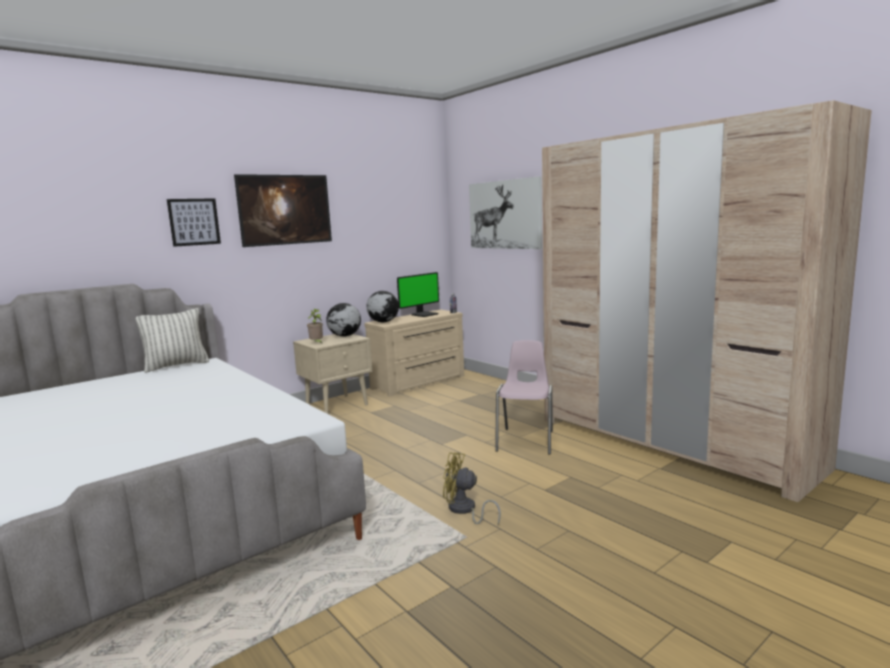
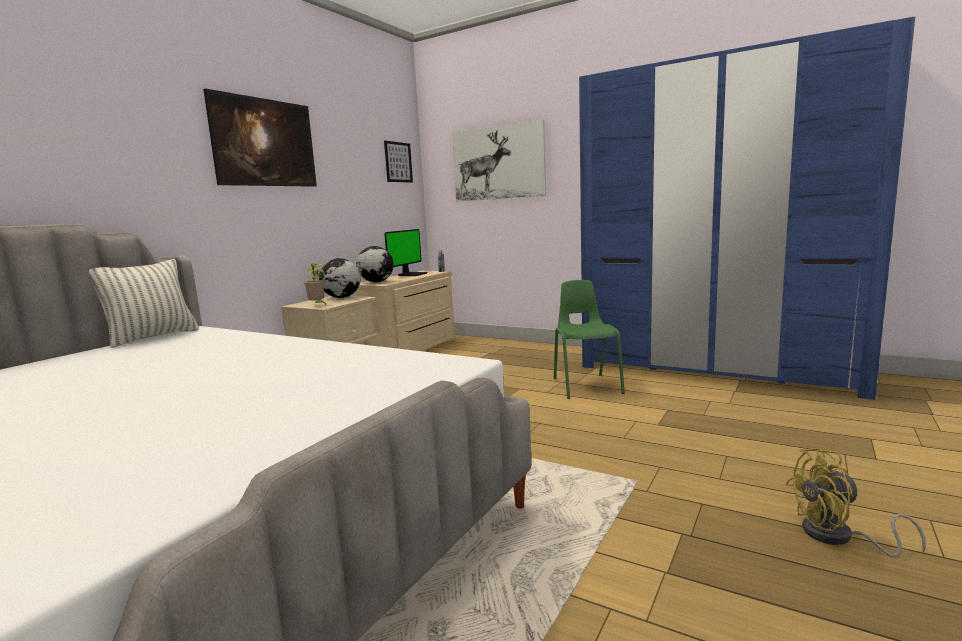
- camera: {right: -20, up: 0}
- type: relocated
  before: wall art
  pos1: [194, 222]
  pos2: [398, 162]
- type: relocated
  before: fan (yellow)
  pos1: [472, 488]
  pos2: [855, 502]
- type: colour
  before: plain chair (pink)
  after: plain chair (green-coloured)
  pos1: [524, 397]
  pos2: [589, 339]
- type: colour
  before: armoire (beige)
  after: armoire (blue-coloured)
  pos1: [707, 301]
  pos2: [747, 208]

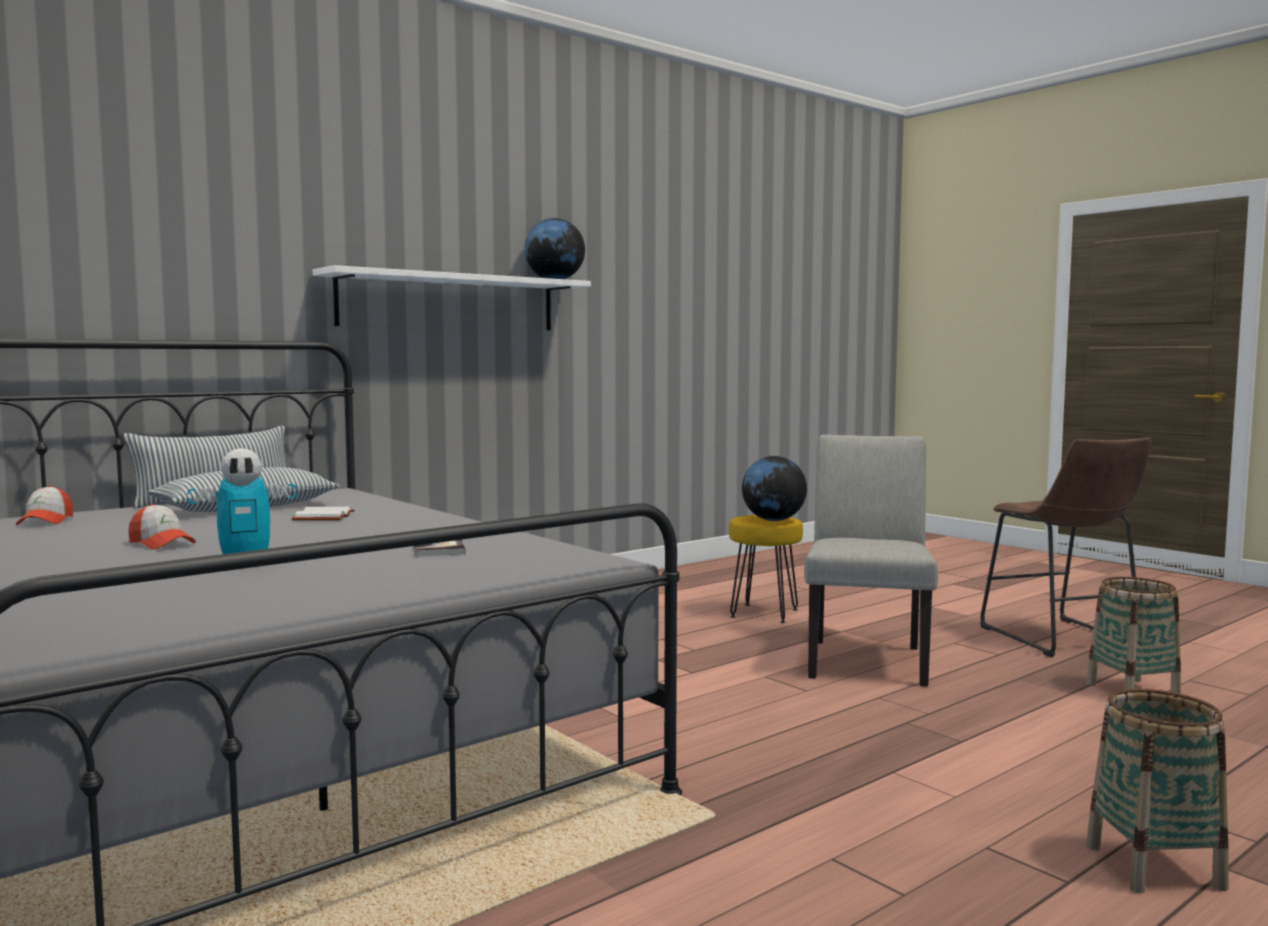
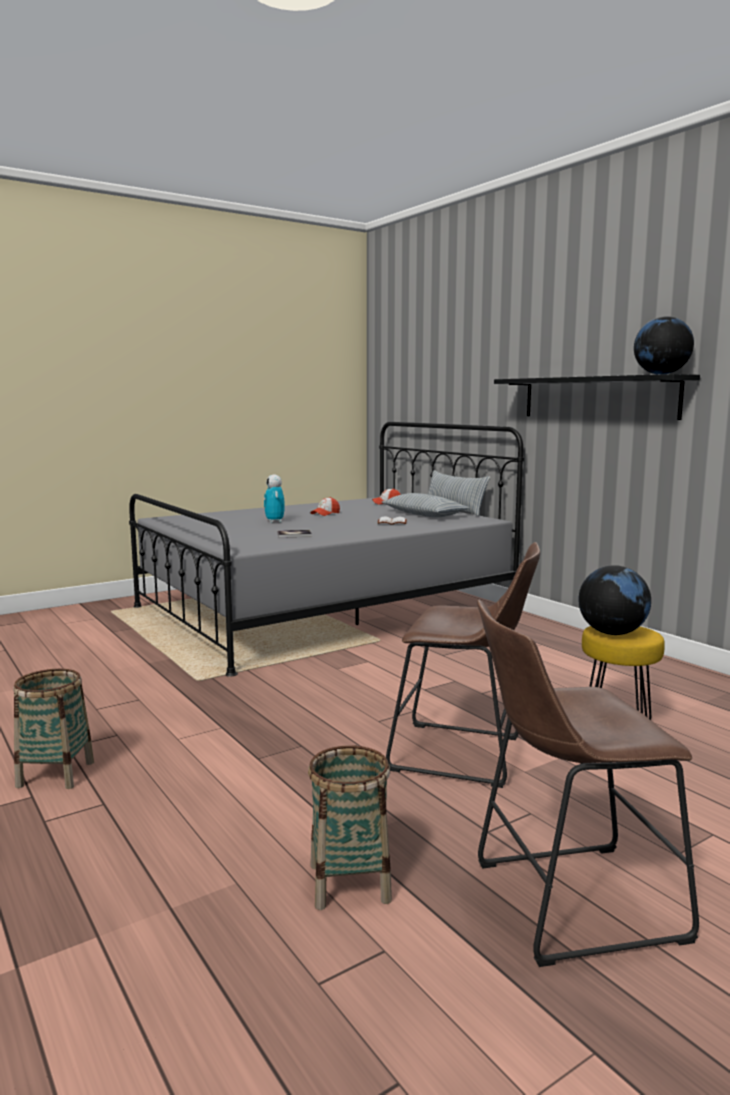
- camera: {right: 95, up: 5}
- type: exchanged
  before: plain chair (grey)
  after: sitting stool (brown-coloured)
  pos1: [871, 561]
  pos2: [463, 665]
- type: colour
  before: wall shelf (white-coloured)
  after: wall shelf (blackish)
  pos1: [452, 297]
  pos2: [597, 397]

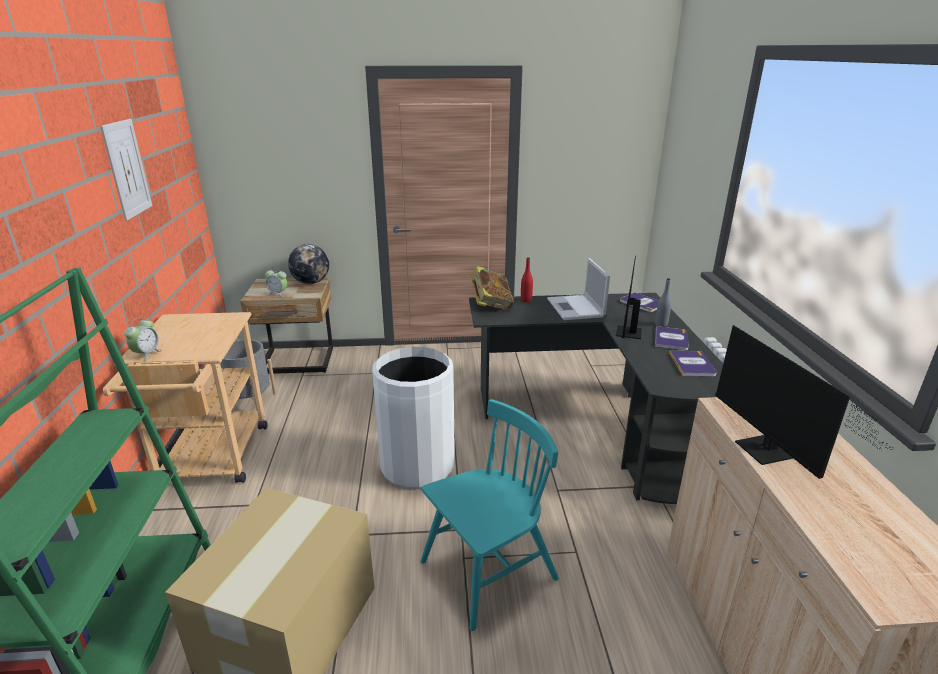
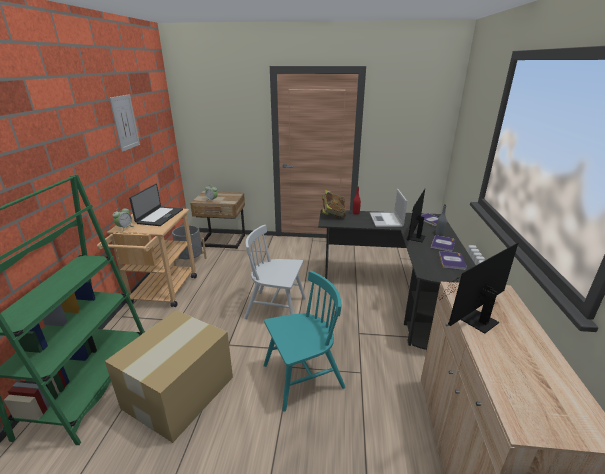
- camera: {right: 10, up: 0}
- type: missing
  before: globe
  pos1: [308, 264]
- type: appeared
  after: portable computer
  pos2: [156, 205]
- type: exchanged
  before: rubbish bin (white-coloured)
  after: plain chair (white-coloured)
  pos1: [413, 418]
  pos2: [275, 272]
- type: spun
  before: computer display
  pos1: [804, 402]
  pos2: [477, 288]
  turn: 60

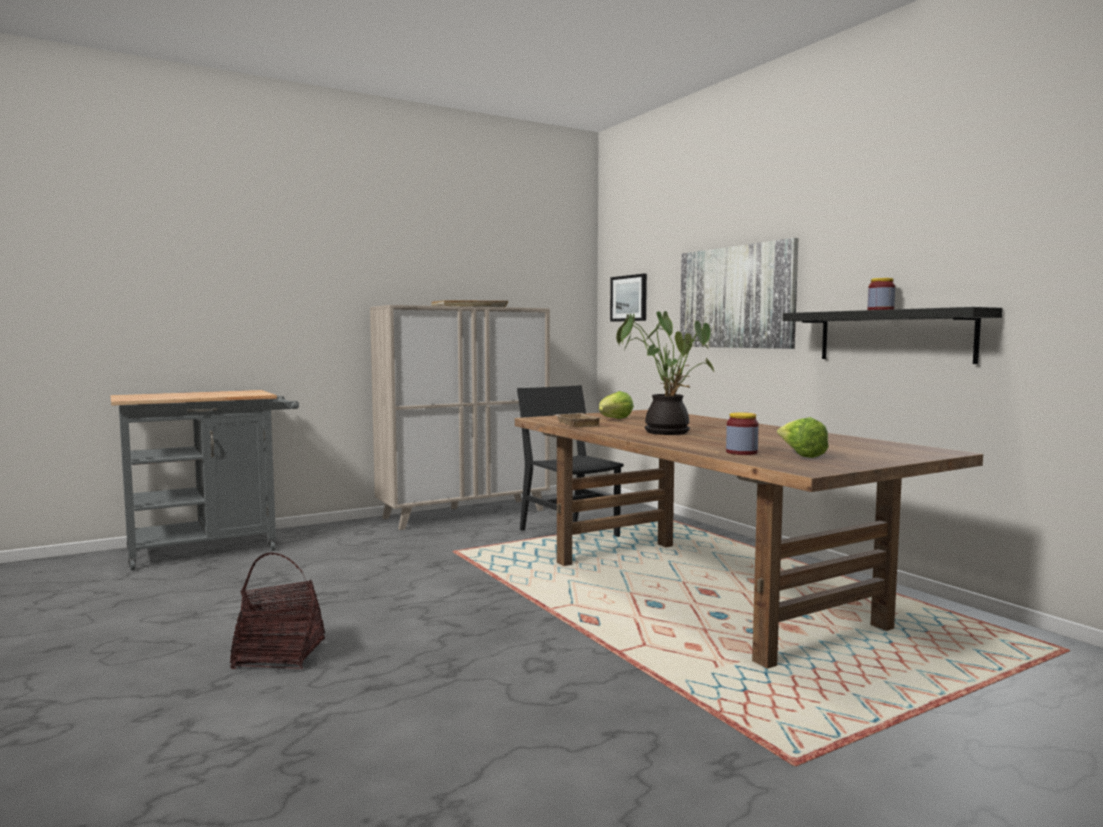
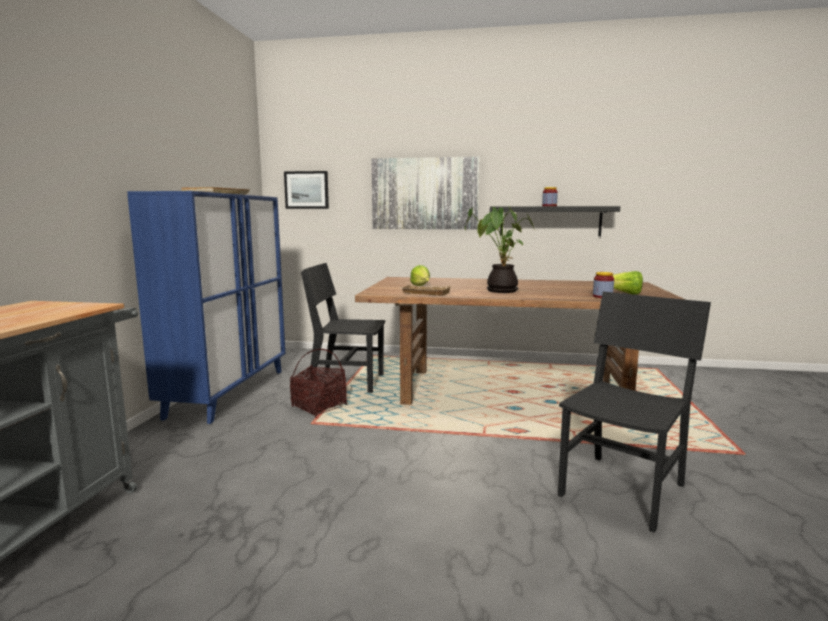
- camera: {right: -50, up: 5}
- type: appeared
  after: plain chair (blackish)
  pos2: [634, 412]
- type: relocated
  before: household basket
  pos1: [277, 611]
  pos2: [318, 383]
- type: colour
  before: cupboard (beige)
  after: cupboard (blue-coloured)
  pos1: [460, 417]
  pos2: [206, 307]

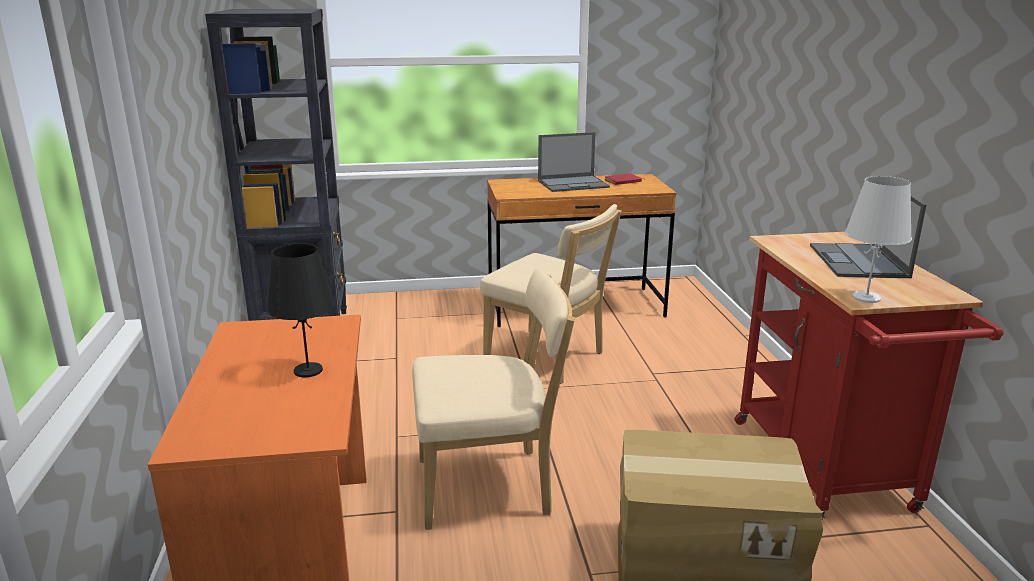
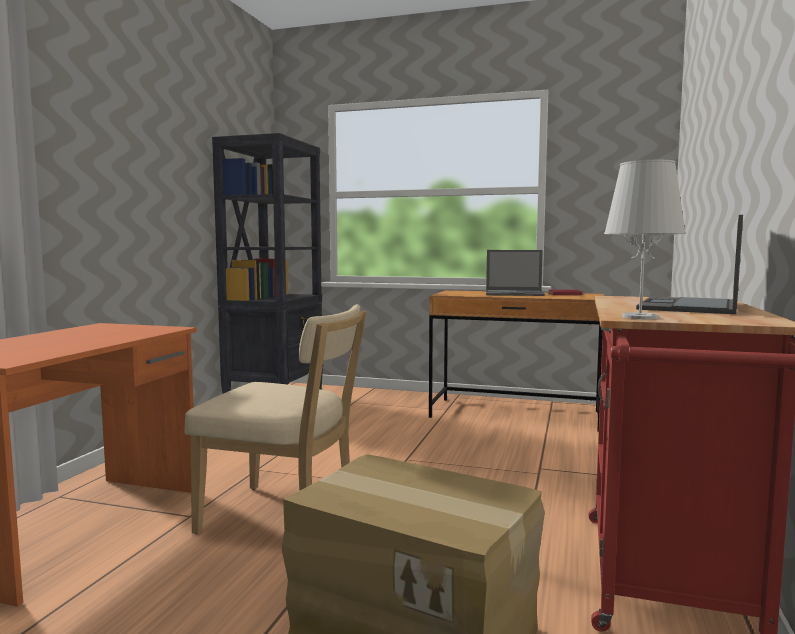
- camera: {right: 25, up: -15}
- type: missing
  before: lamp for a table (blackish)
  pos1: [301, 310]
- type: missing
  before: plain chair (beige)
  pos1: [551, 294]

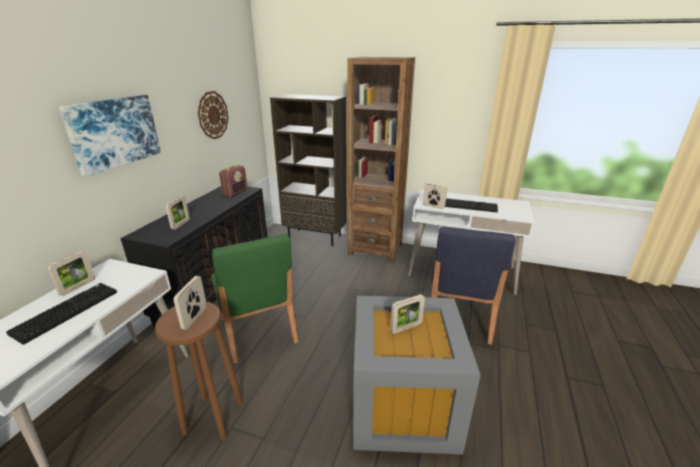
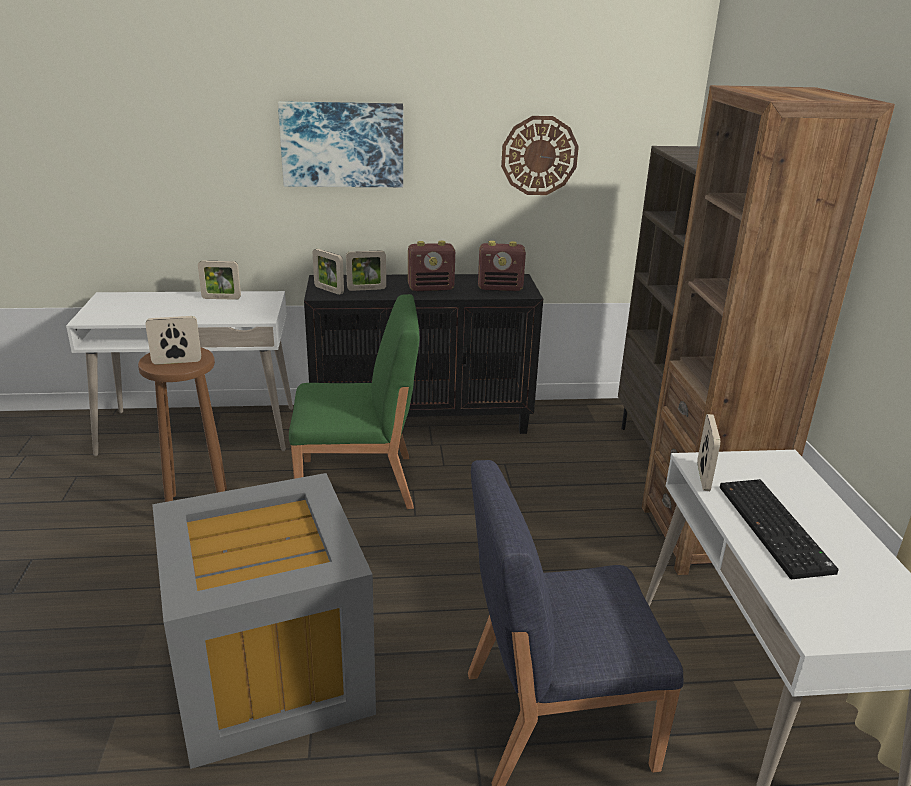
- camera: {right: 65, up: 0}
- type: missing
  before: keyboard
  pos1: [61, 314]
- type: appeared
  after: radio receiver
  pos2: [431, 266]
- type: relocated
  before: photo frame
  pos1: [407, 314]
  pos2: [328, 272]
- type: spun
  before: plain chair (green-coloured)
  pos1: [254, 299]
  pos2: [354, 401]
  turn: -135

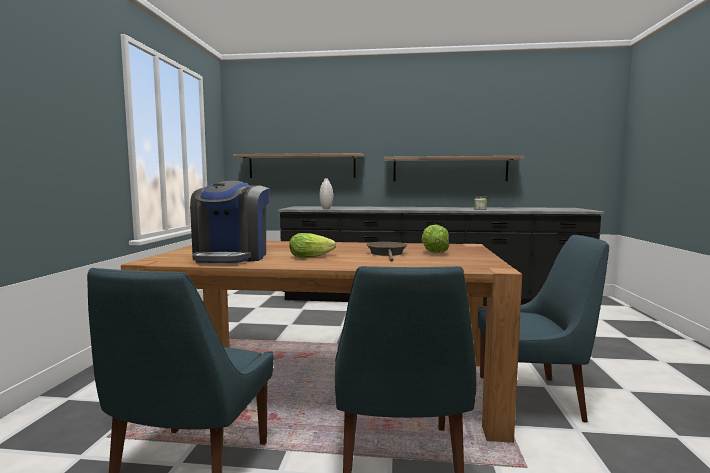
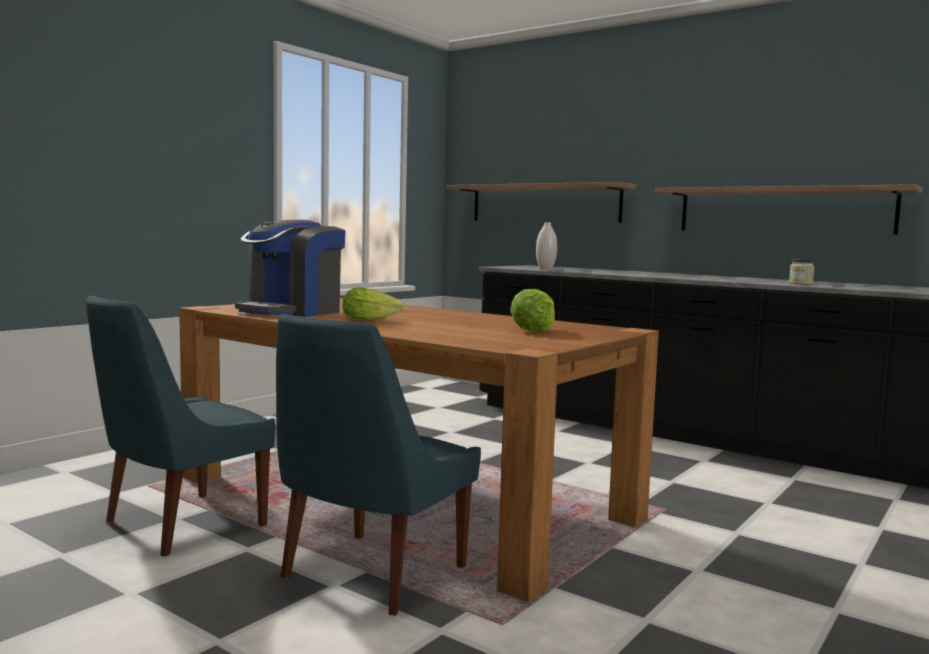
- camera: {right: 30, up: 0}
- type: missing
  before: pan (brown-coloured)
  pos1: [386, 252]
- type: missing
  before: plain chair (blue-coloured)
  pos1: [543, 329]

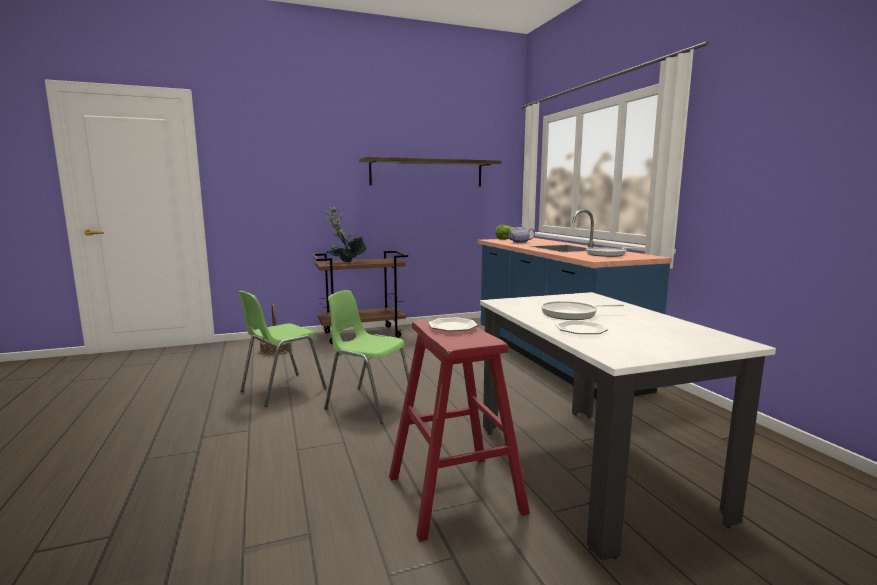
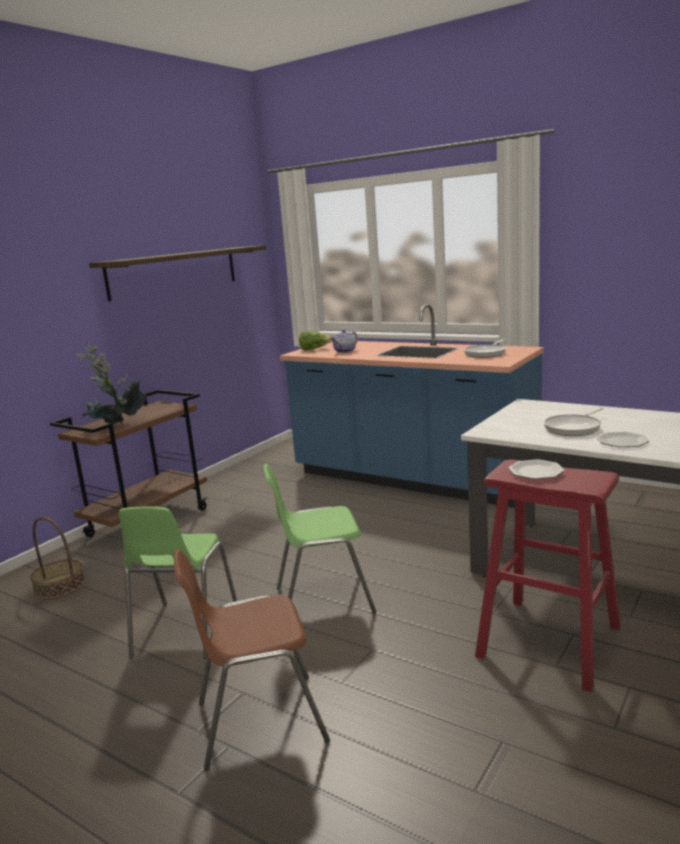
- camera: {right: -35, up: 5}
- type: appeared
  after: plain chair (brown-coloured)
  pos2: [252, 659]

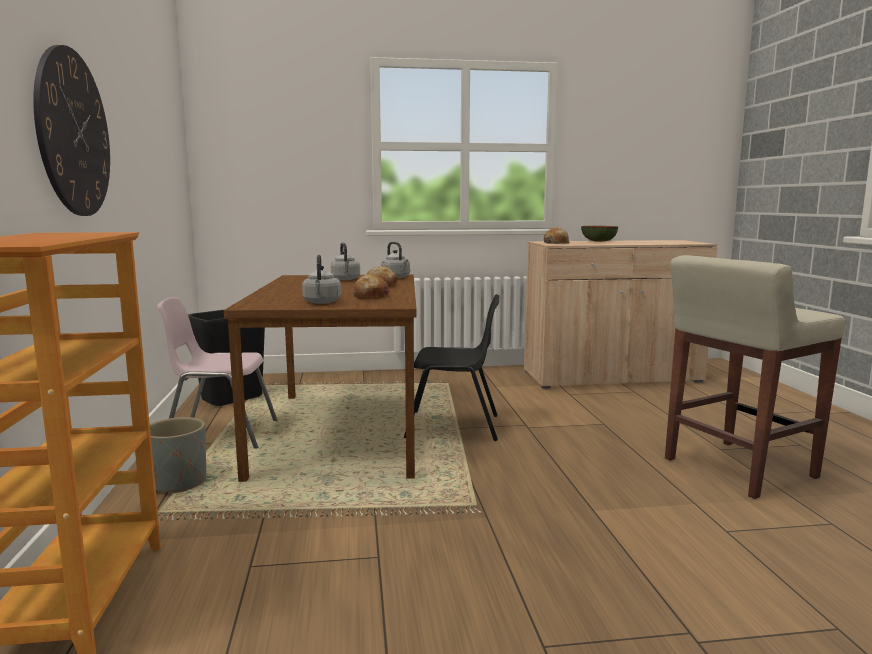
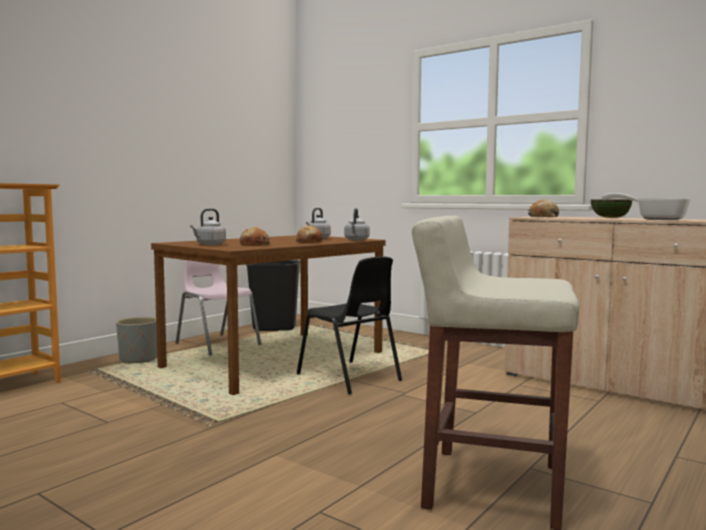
- camera: {right: 45, up: -5}
- type: missing
  before: wall clock
  pos1: [71, 130]
- type: appeared
  after: pan
  pos2: [646, 206]

